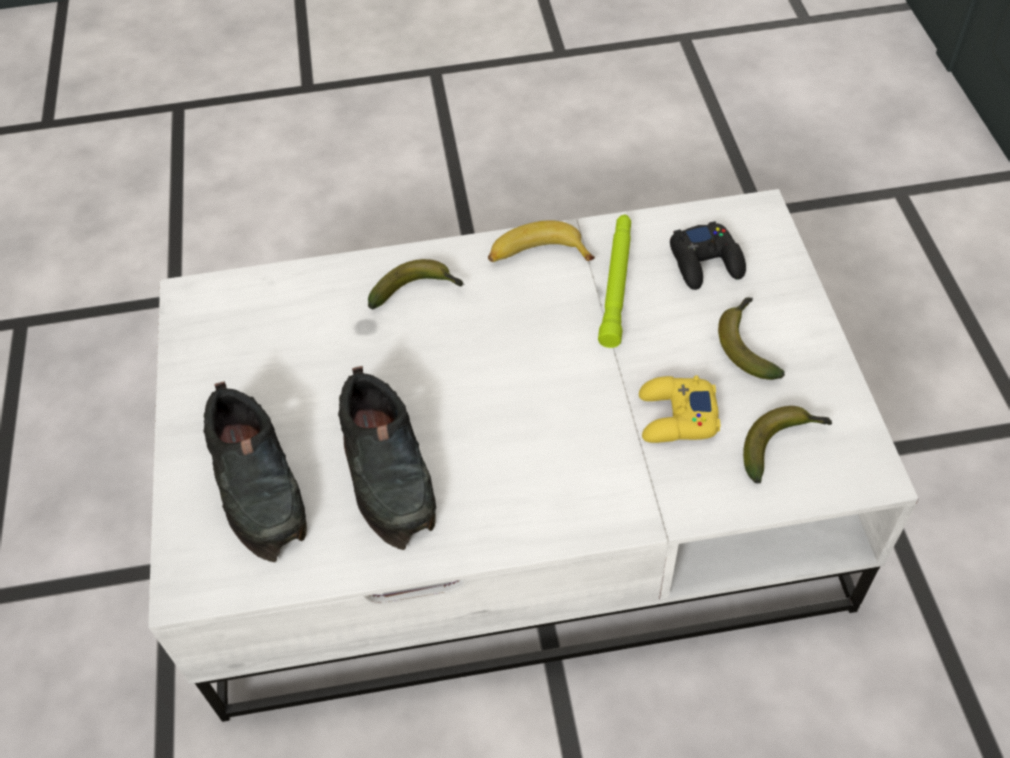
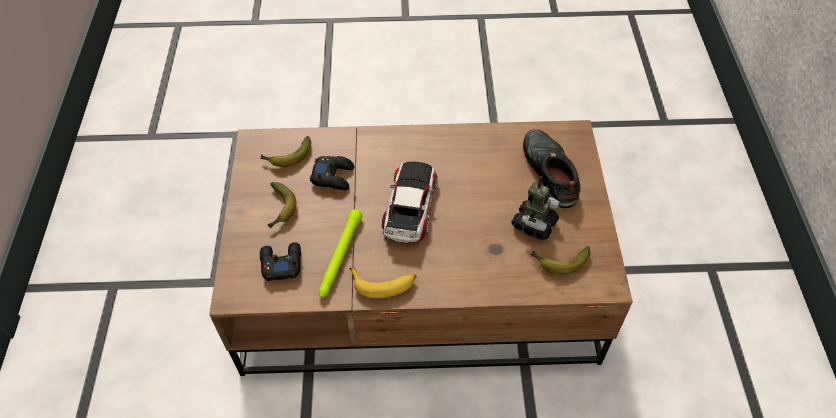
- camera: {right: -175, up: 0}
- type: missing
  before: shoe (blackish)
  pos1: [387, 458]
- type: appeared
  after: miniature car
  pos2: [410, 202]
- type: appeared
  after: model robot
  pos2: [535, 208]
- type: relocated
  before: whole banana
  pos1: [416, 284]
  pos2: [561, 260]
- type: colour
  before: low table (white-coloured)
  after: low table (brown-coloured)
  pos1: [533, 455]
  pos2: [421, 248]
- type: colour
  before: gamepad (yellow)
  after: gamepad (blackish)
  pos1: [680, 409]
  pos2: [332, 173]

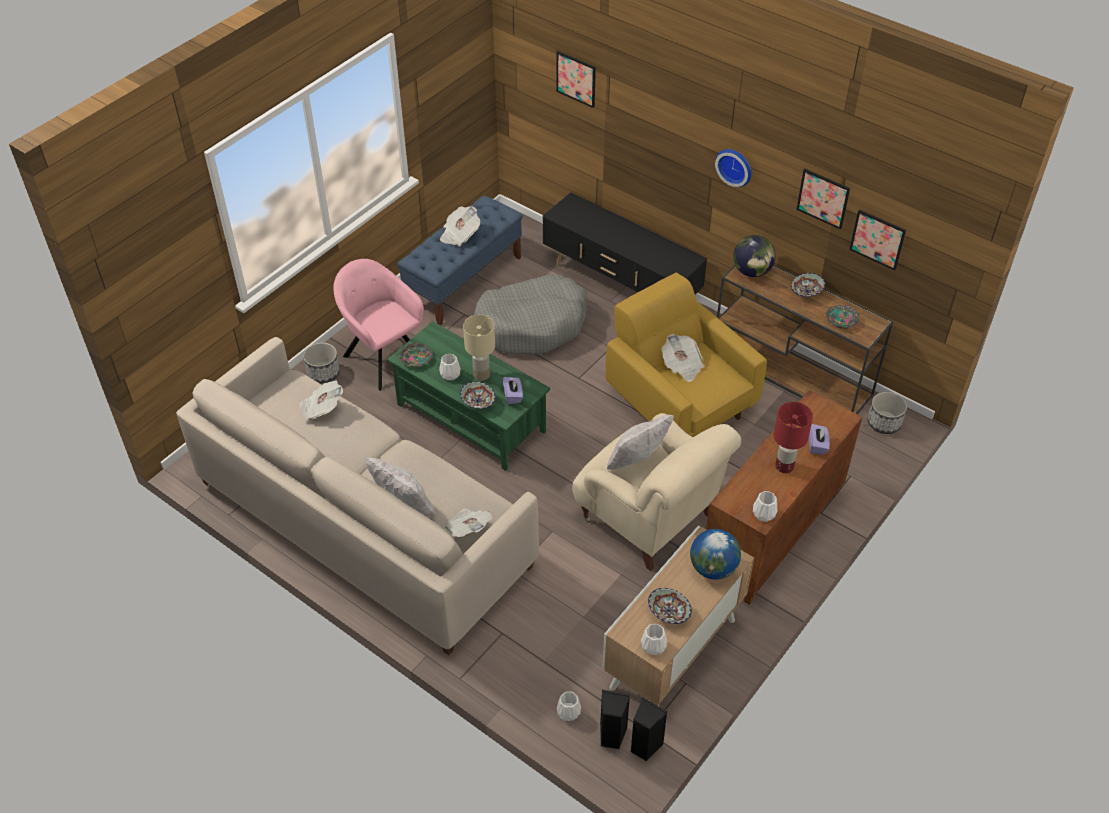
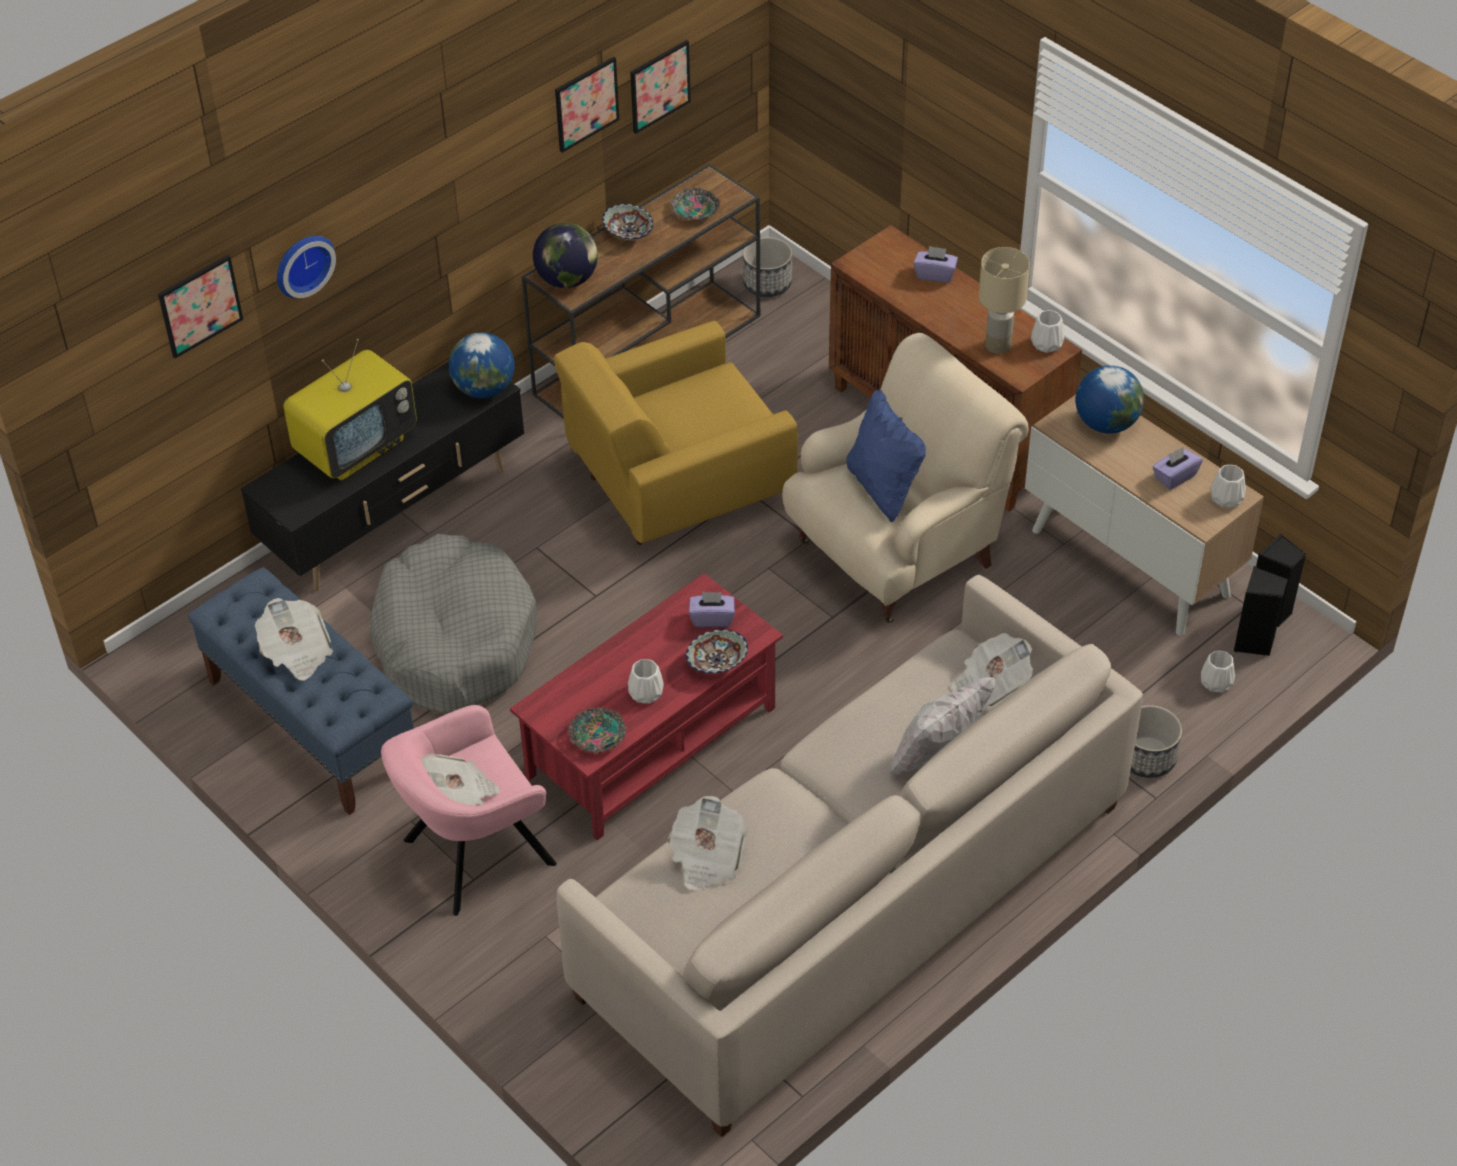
- camera: {right: -80, up: 0}
- type: missing
  before: lamp for a table (reddish)
  pos1: [793, 437]
- type: appeared
  after: TV set
  pos2: [350, 409]
- type: appeared
  after: globe
  pos2: [482, 365]
- type: relocated
  before: plant pot
  pos1: [321, 363]
  pos2: [1156, 741]
- type: relocated
  before: lamp for a table (beige)
  pos1: [479, 347]
  pos2: [1004, 300]
- type: relocated
  before: daily paper
  pos1: [682, 358]
  pos2: [460, 779]
- type: relocated
  before: wall clock
  pos1: [733, 168]
  pos2: [306, 267]
- type: exchanged
  before: serving bowl
  after: tissue box (purplish)
  pos1: [670, 606]
  pos2: [1178, 468]
- type: colour
  before: low table (green-coloured)
  after: low table (reddish)
  pos1: [468, 396]
  pos2: [646, 706]
- type: colour
  before: throw pillow (white-coloured)
  after: throw pillow (blue-coloured)
  pos1: [640, 442]
  pos2: [886, 456]

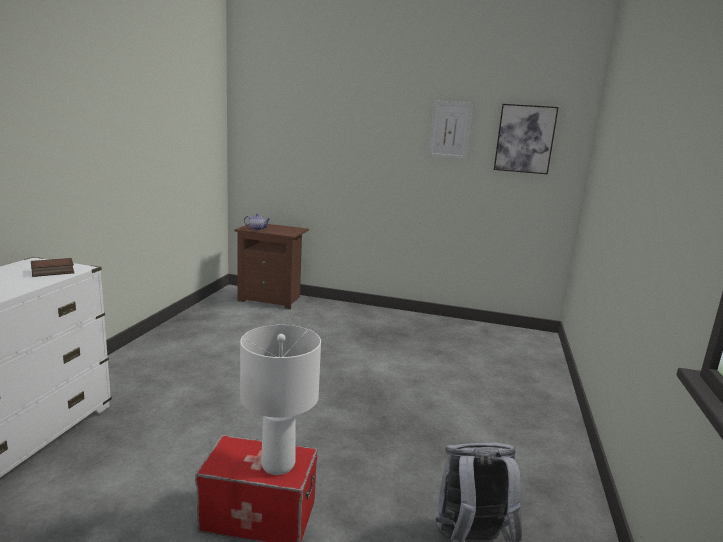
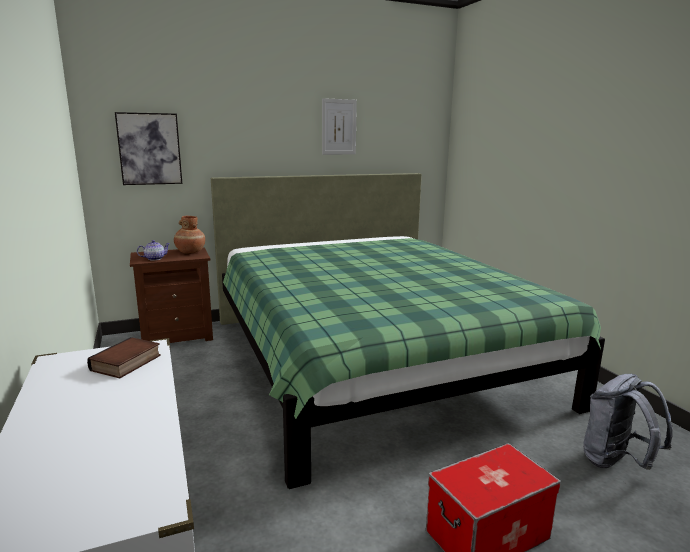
- camera: {right: -35, up: 0}
- type: missing
  before: lamp for a table (white-coloured)
  pos1: [280, 400]
- type: appeared
  after: vase (brown-coloured)
  pos2: [189, 235]
- type: appeared
  after: bedroom bed (green-coloured)
  pos2: [408, 331]
- type: relocated
  before: wall art
  pos1: [526, 139]
  pos2: [148, 148]

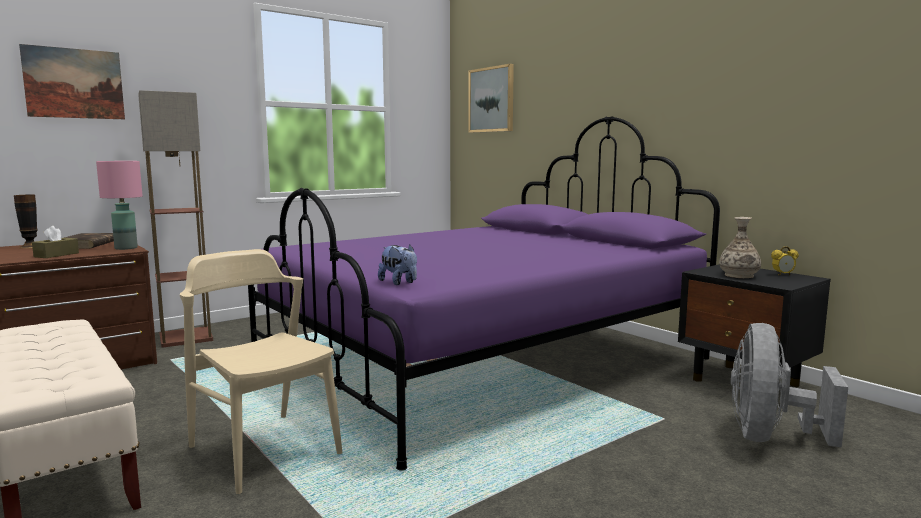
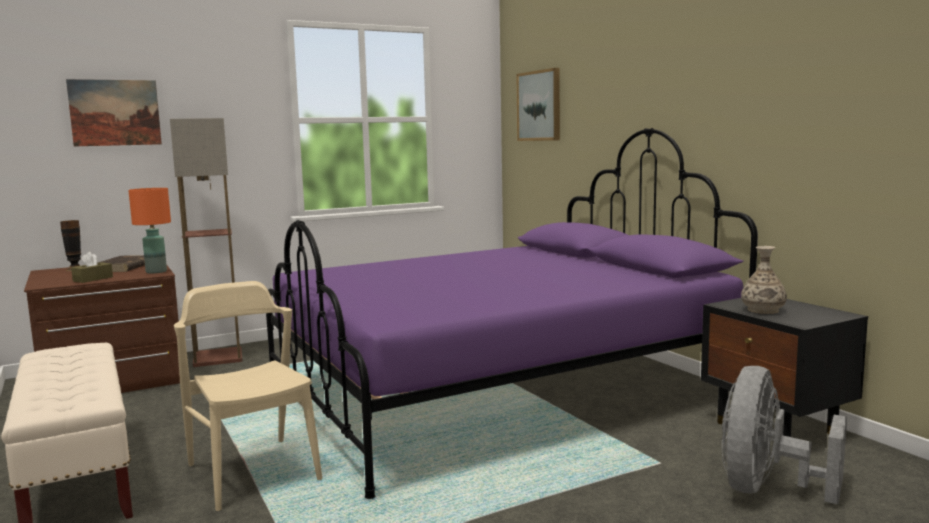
- camera: {right: 10, up: 0}
- type: missing
  before: cuddly toy
  pos1: [397, 265]
- type: missing
  before: alarm clock
  pos1: [785, 260]
- type: colour
  before: lamp for a table (pink)
  after: lamp for a table (orange)
  pos1: [119, 205]
  pos2: [149, 231]

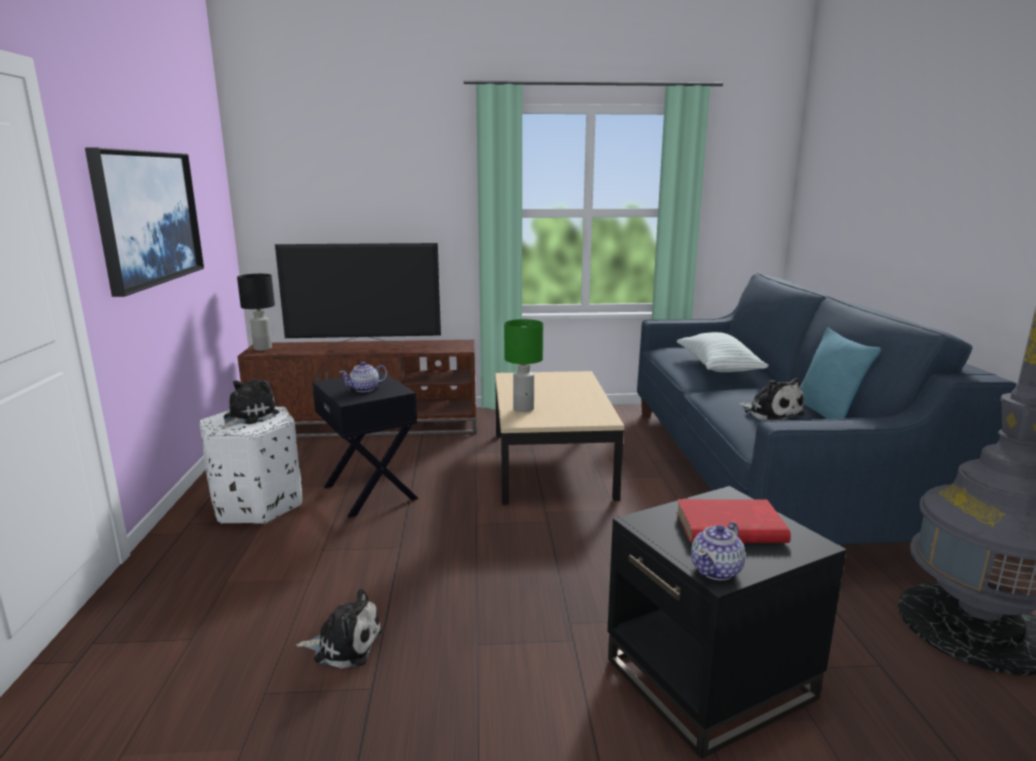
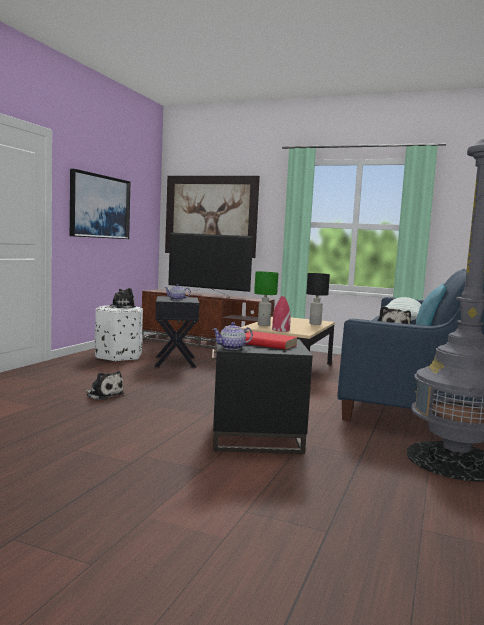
- camera: {right: 25, up: -10}
- type: appeared
  after: wall art
  pos2: [212, 217]
- type: appeared
  after: vase (reddish)
  pos2: [281, 314]
- type: relocated
  before: lamp for a table (blackish)
  pos1: [256, 312]
  pos2: [318, 299]

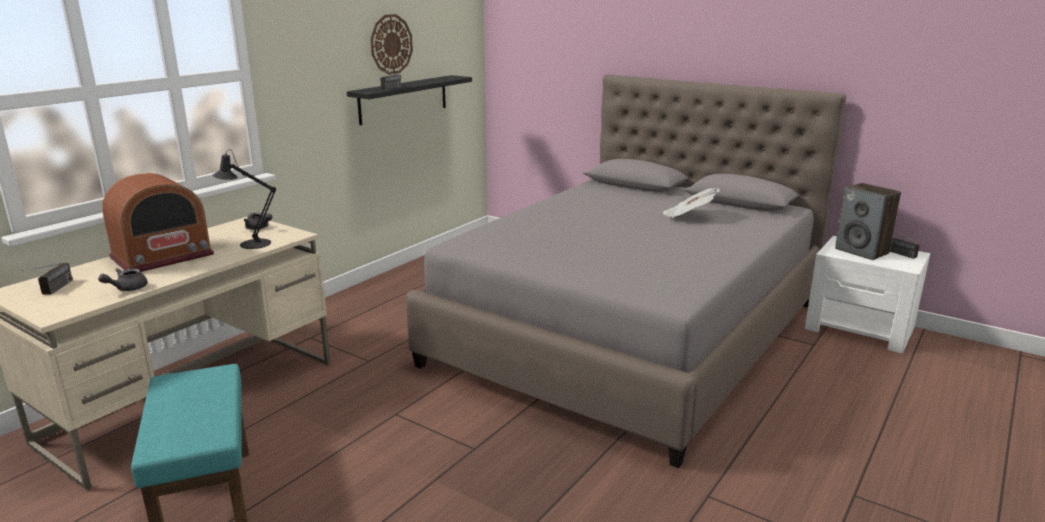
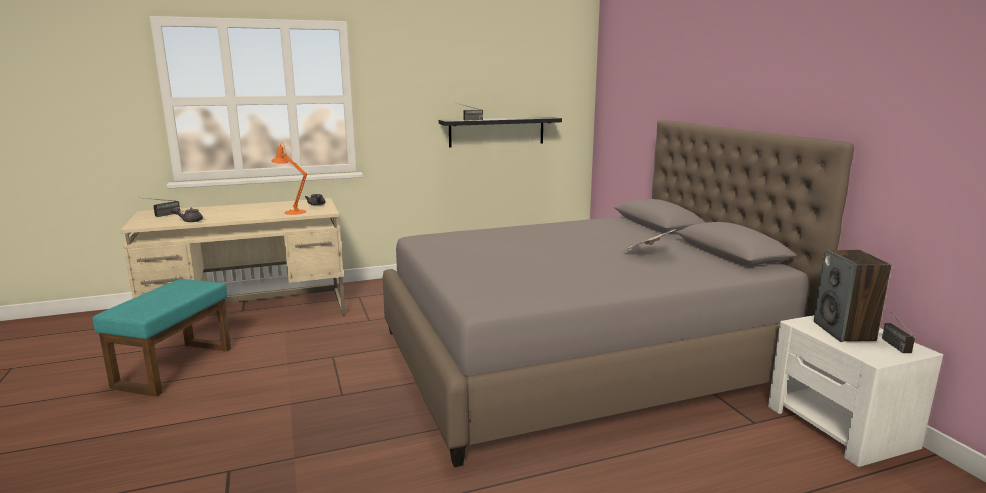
- camera: {right: 35, up: -5}
- type: missing
  before: radio receiver
  pos1: [158, 222]
- type: missing
  before: wall clock
  pos1: [391, 44]
- type: colour
  before: lamp for a table (blackish)
  after: lamp for a table (orange)
  pos1: [244, 199]
  pos2: [289, 179]

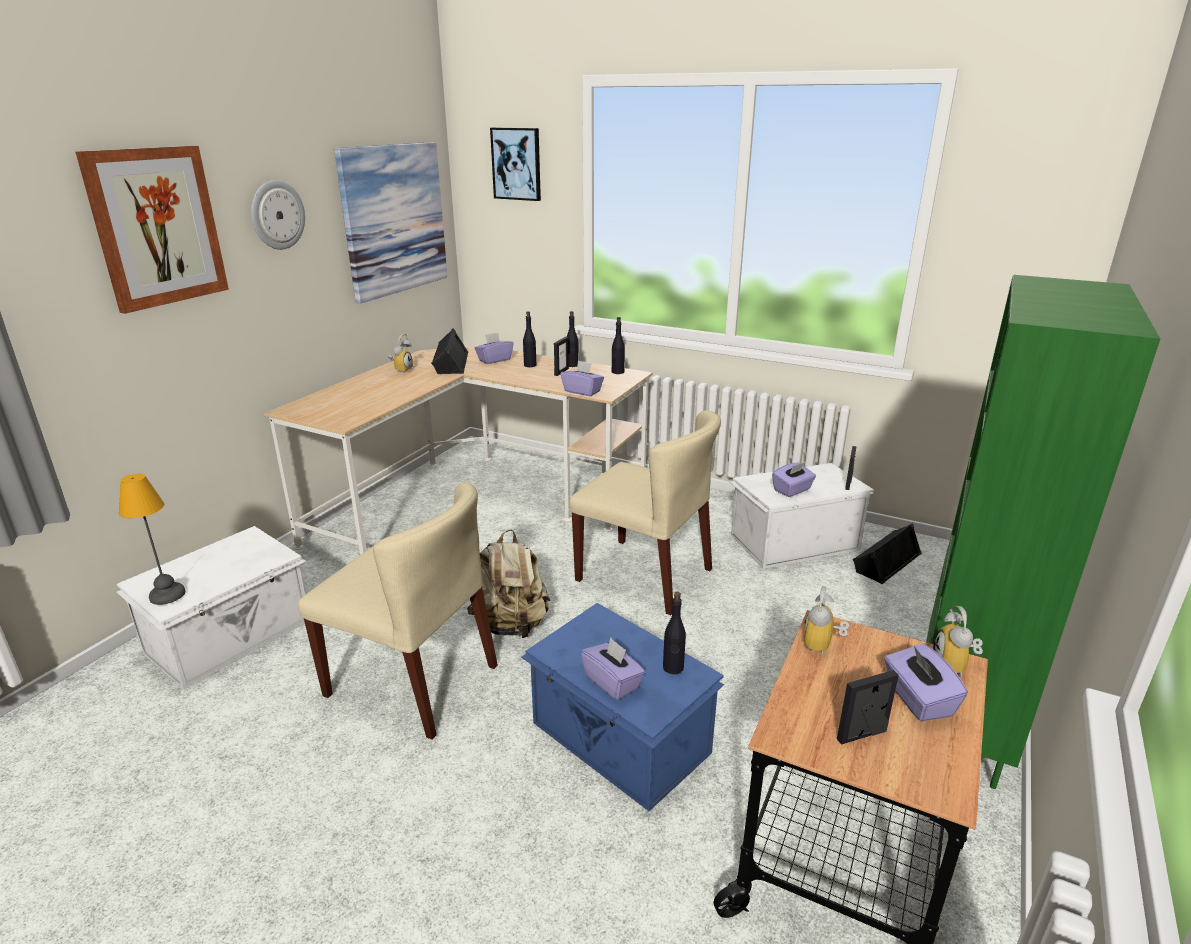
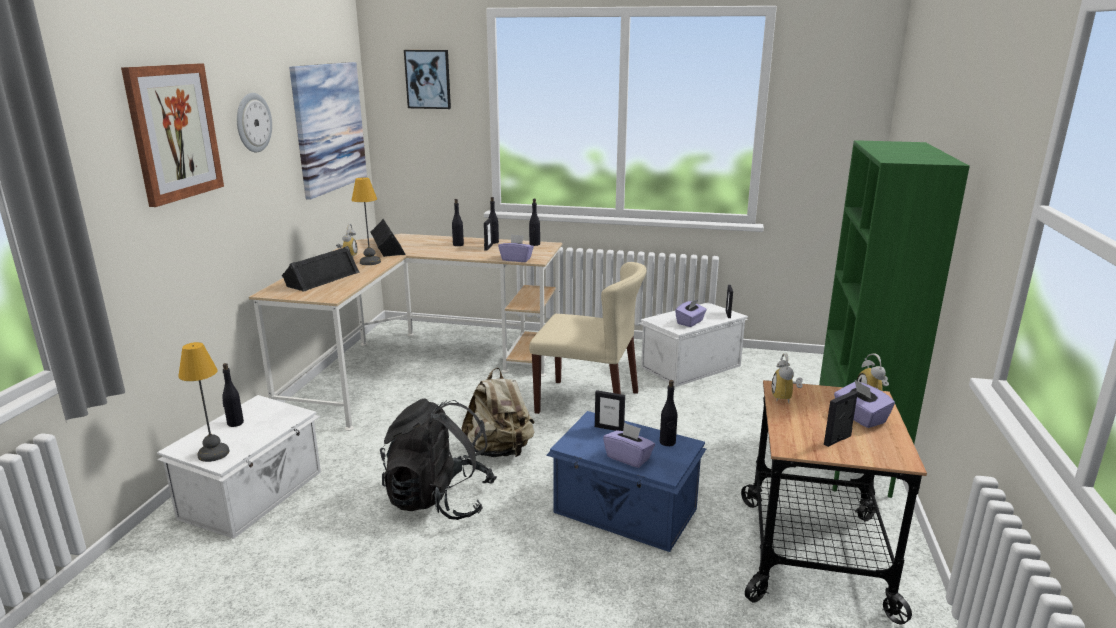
- camera: {right: -15, up: -5}
- type: missing
  before: tissue box (purplish)
  pos1: [494, 348]
- type: appeared
  after: drink bottle (blackish)
  pos2: [233, 395]
- type: appeared
  after: lamp for a table
  pos2: [366, 221]
- type: appeared
  after: photo frame
  pos2: [610, 410]
- type: relocated
  before: loudspeaker (blackish)
  pos1: [887, 553]
  pos2: [321, 269]
- type: exchanged
  before: plain chair (beige)
  after: backpack (blackish)
  pos1: [398, 611]
  pos2: [438, 459]

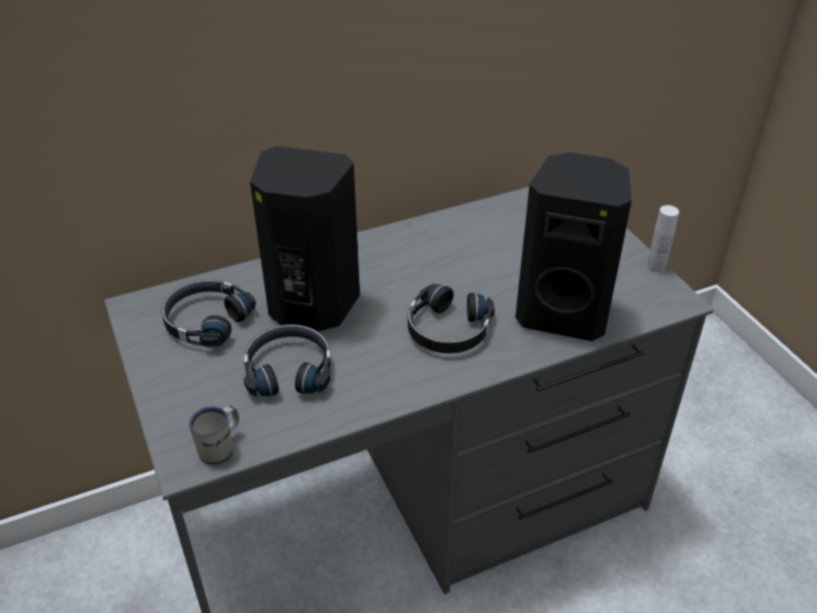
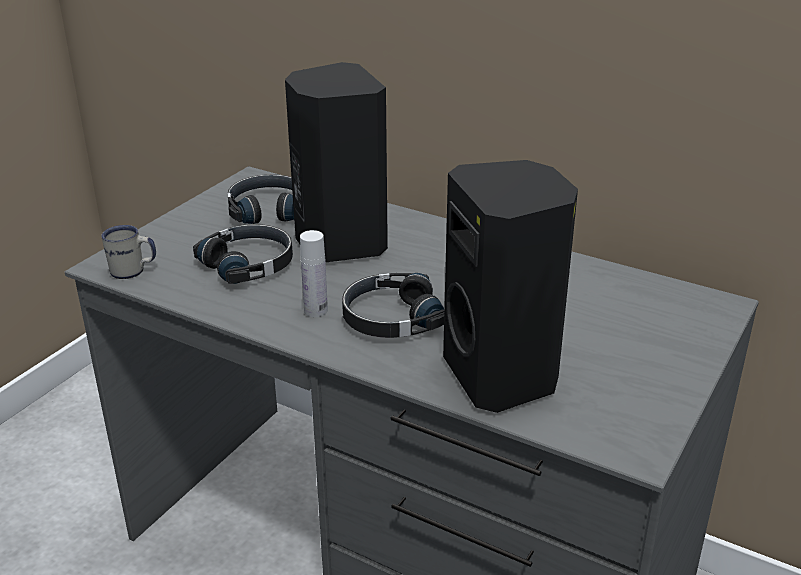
- camera: {right: 55, up: -10}
- type: relocated
  before: drink bottle (white-coloured)
  pos1: [663, 238]
  pos2: [314, 273]

